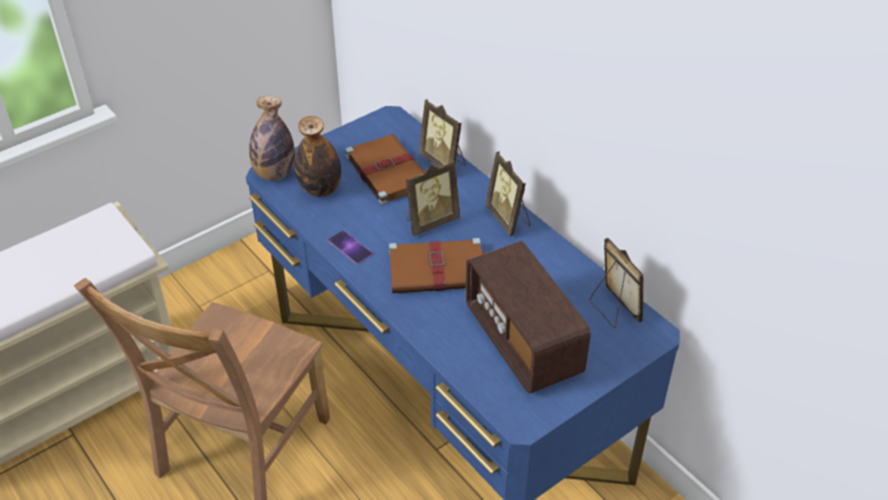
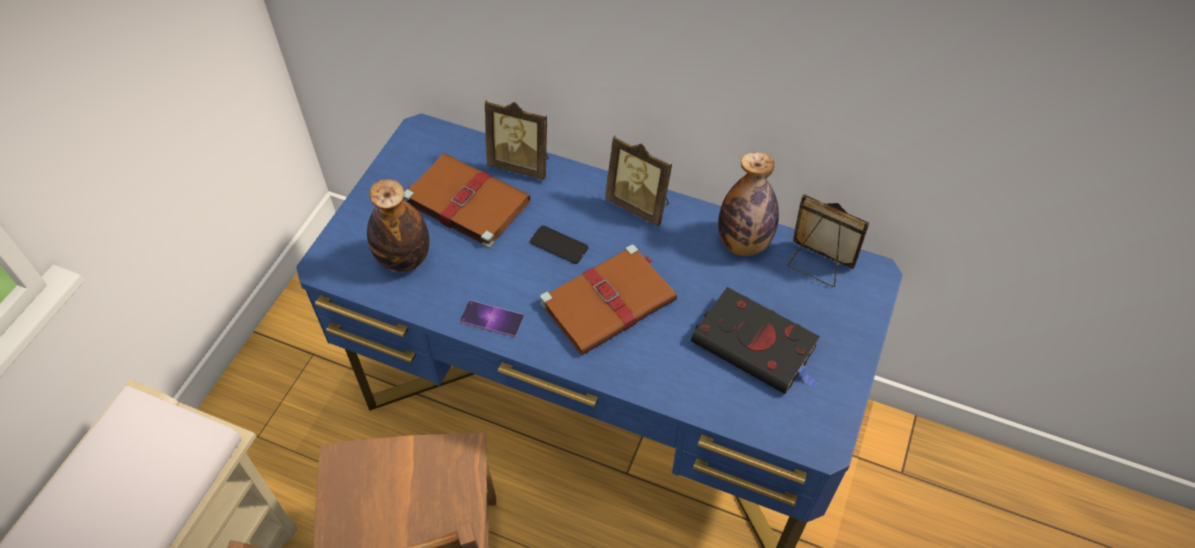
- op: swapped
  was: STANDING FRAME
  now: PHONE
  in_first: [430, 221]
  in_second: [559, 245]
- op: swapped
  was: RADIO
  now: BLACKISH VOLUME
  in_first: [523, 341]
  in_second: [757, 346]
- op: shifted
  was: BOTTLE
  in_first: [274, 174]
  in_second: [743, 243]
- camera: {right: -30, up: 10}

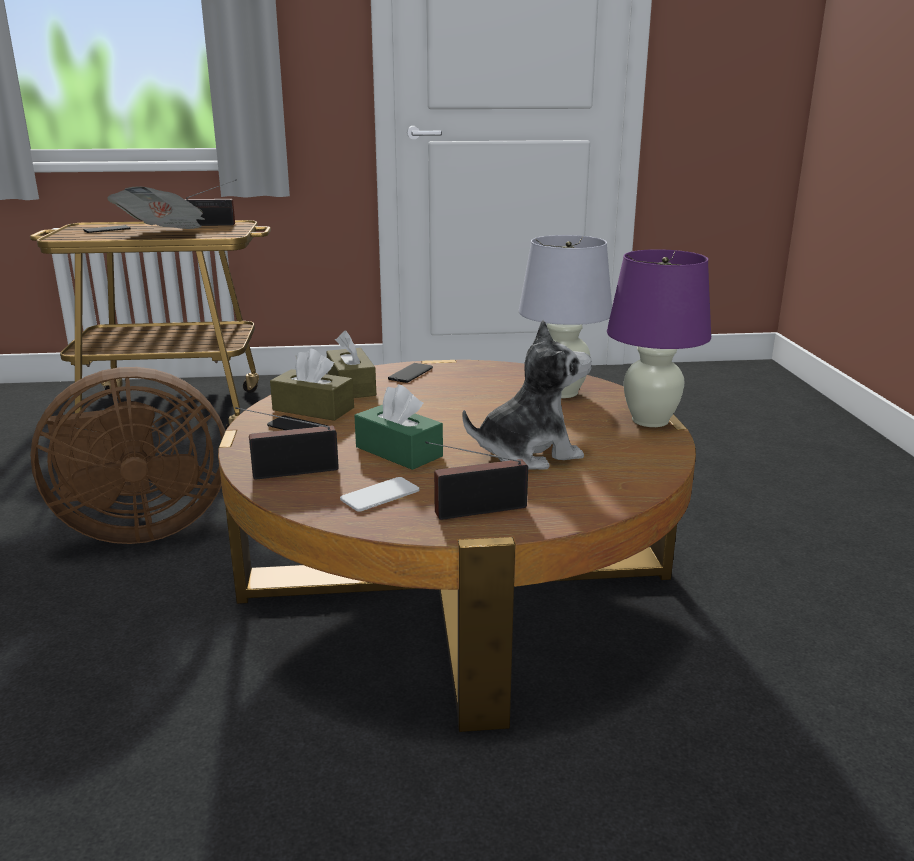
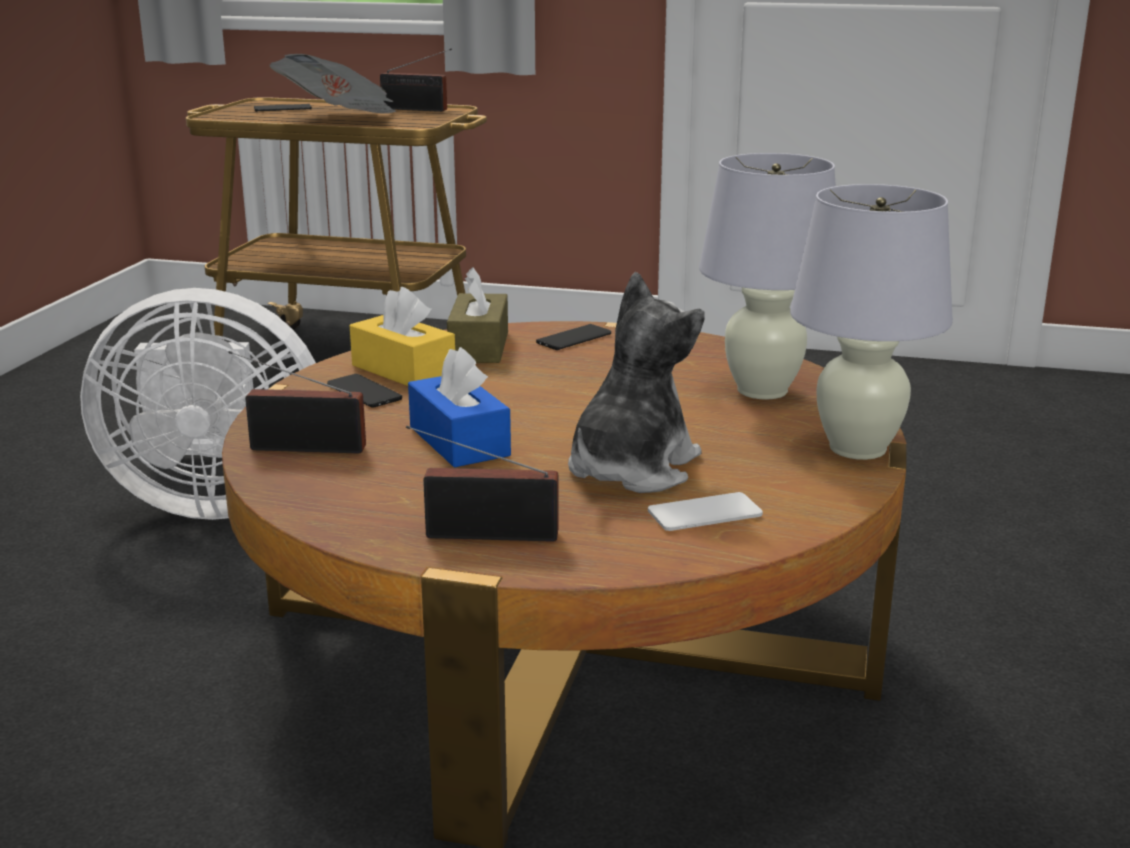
- op: repainted
  was: BROWNISH FAN
  now: WHITE-COLOURED FAN
  in_first: [138, 528]
  in_second: [216, 500]
- op: repainted
  was: BROWNISH TISSUE HOLDER
  now: YELLOWISH TISSUE HOLDER
  in_first: [313, 409]
  in_second: [403, 370]
- op: repainted
  was: GREEN TISSUE HOLDER
  now: BLUISH TISSUE HOLDER
  in_first: [399, 452]
  in_second: [459, 441]
- op: rotated
  was: PLUSH TOY
  in_first: [528, 453]
  in_second: [630, 469]
  clockwise: -60
- op: shifted
  was: PHONE
  in_first: [380, 495]
  in_second: [704, 514]
- op: repainted
  was: PURPLISH LAMP FOR A TABLE
  now: WHITE-COLOURED LAMP FOR A TABLE
  in_first: [649, 421]
  in_second: [856, 448]
- camera: {right: 20, up: 0}

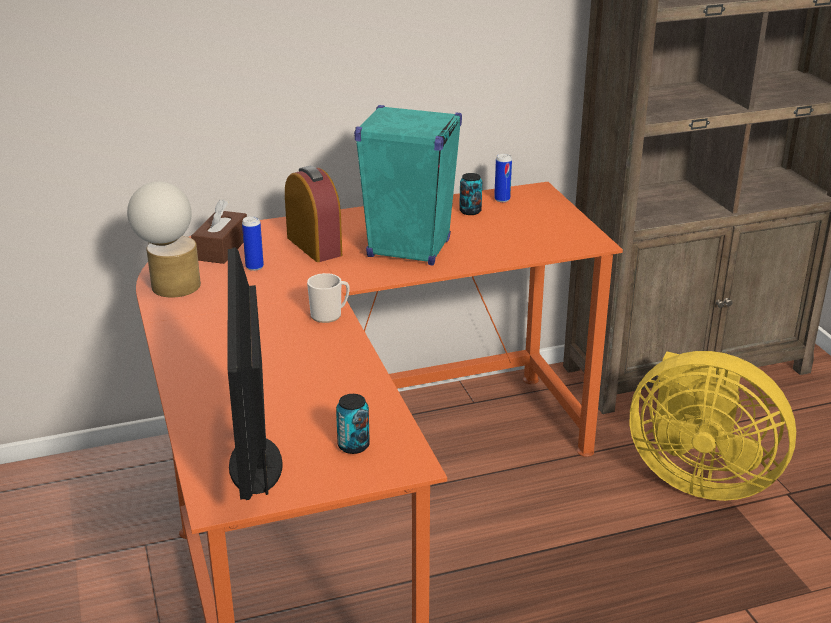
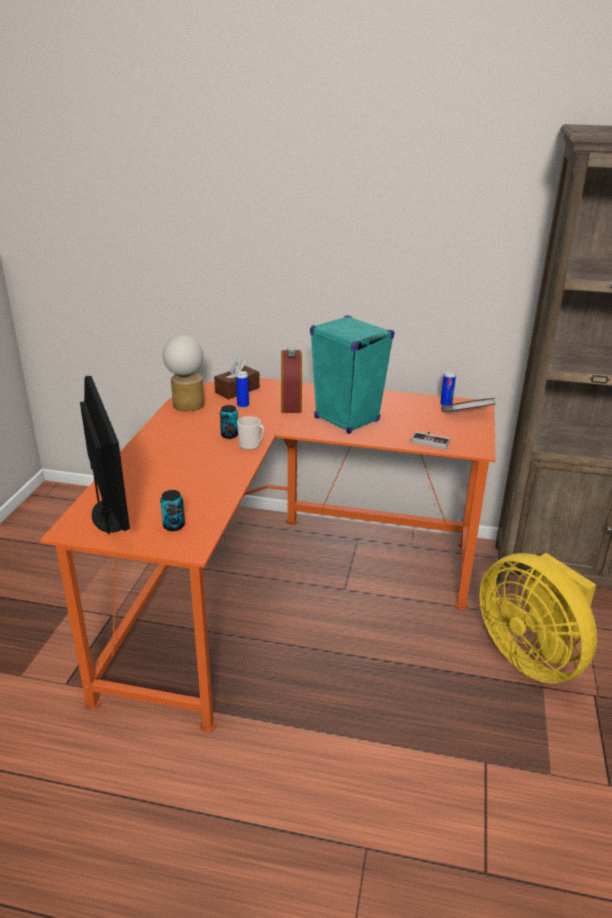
- op: rotated
  was: COMPUTER DISPLAY
  in_first: [254, 464]
  in_second: [111, 516]
  clockwise: 135
- op: shifted
  was: METAL CAN
  in_first: [470, 211]
  in_second: [229, 435]
- op: new
  now: GAMEPAD
  in_second: [431, 441]
- op: new
  now: VOLUME
  in_second: [466, 414]
- camera: {right: 30, up: 0}

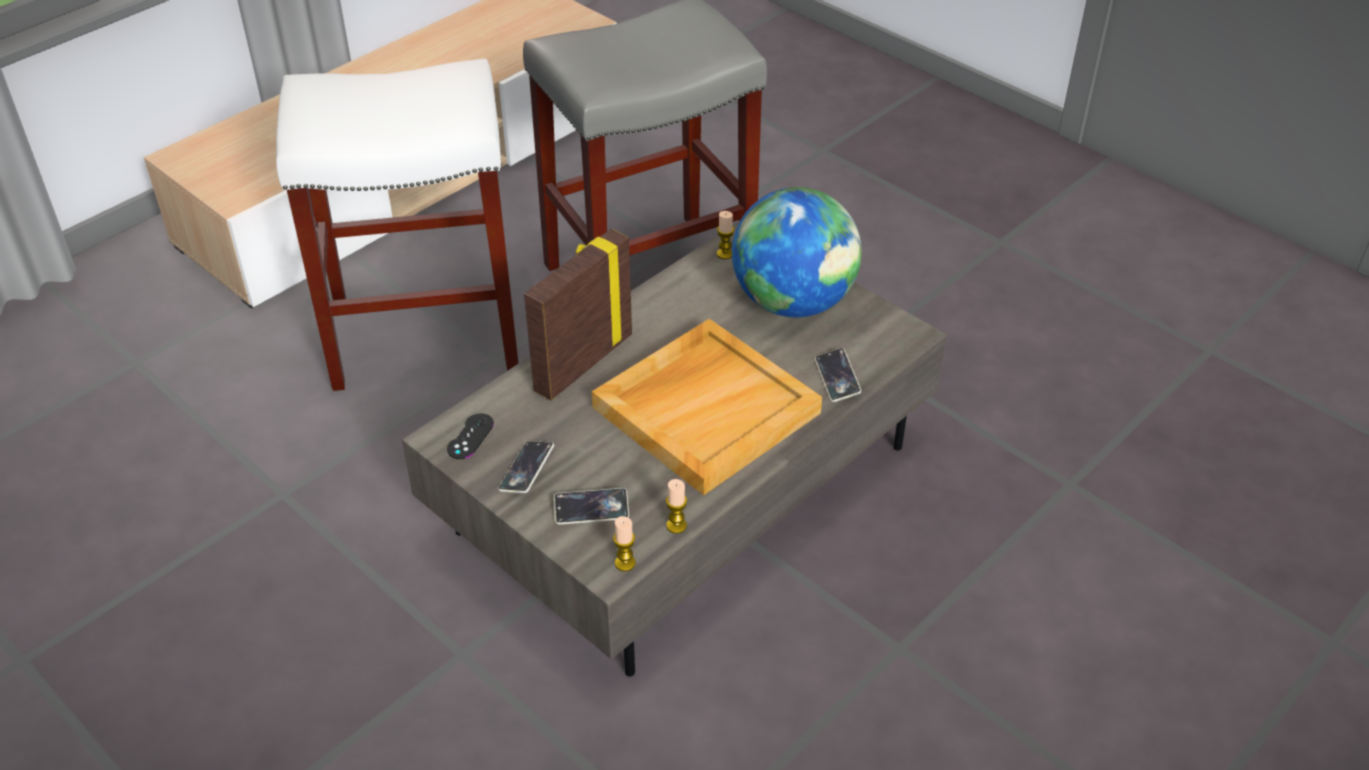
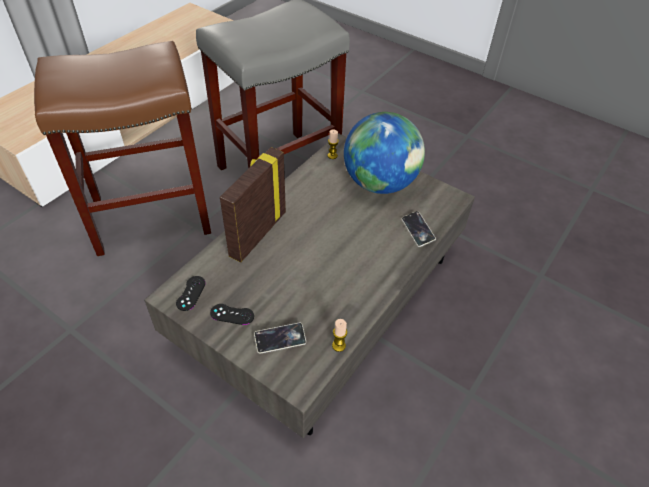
- op: repainted
  was: WHITE-COLOURED STOOL
  now: BROWNISH STOOL
  in_first: [427, 334]
  in_second: [153, 214]
- op: swapped
  was: PHONE
  now: BLACKISH GAMEPAD
  in_first: [526, 470]
  in_second: [232, 314]
- op: gone
  was: BEIGE TRAY
  in_first: [706, 408]
- op: gone
  was: CANDLE
  in_first: [625, 563]
- camera: {right: -10, up: 5}

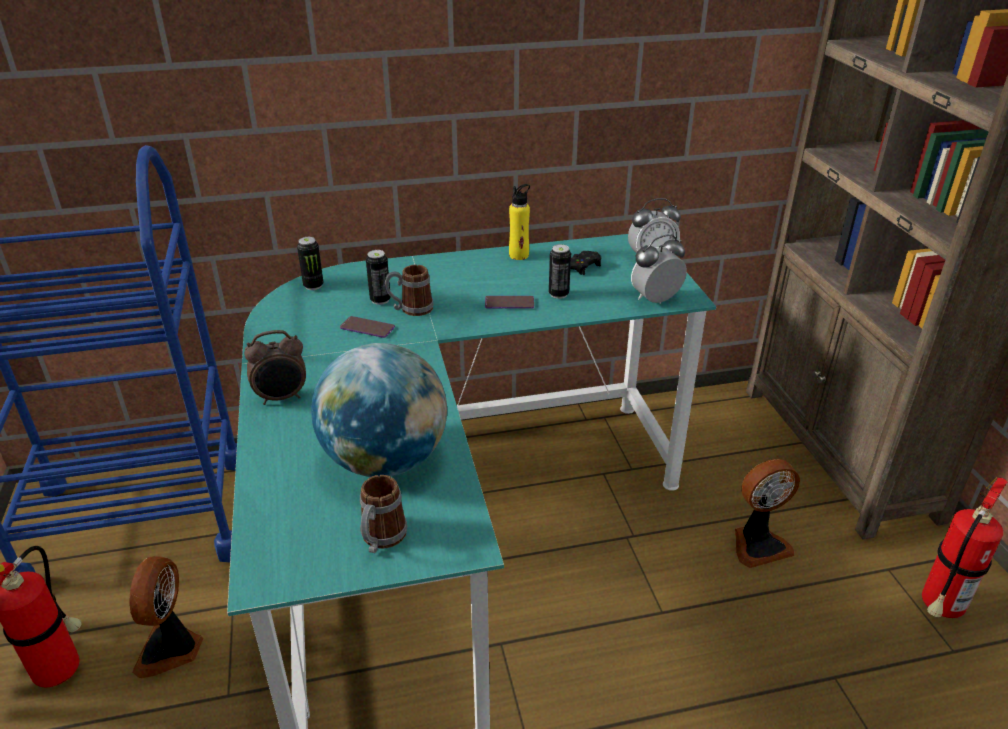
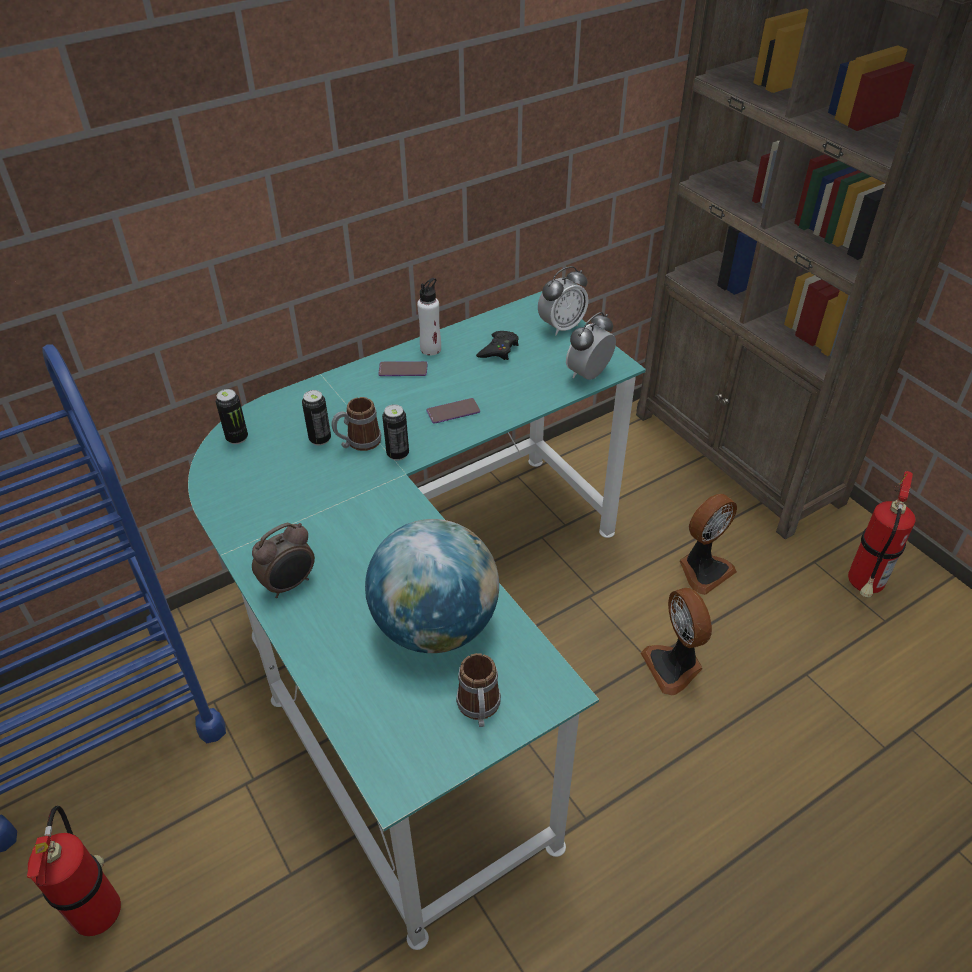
- op: shifted
  was: PHONE
  in_first: [367, 328]
  in_second: [403, 370]
- op: shifted
  was: METAL CAN
  in_first: [558, 294]
  in_second: [398, 454]
- op: repainted
  was: YELLOWISH BOTTLE
  now: WHITE-COLOURED BOTTLE
  in_first: [519, 255]
  in_second: [431, 349]
- op: shifted
  was: FAN
  in_first: [171, 649]
  in_second: [674, 666]
- camera: {right: -20, up: 10}

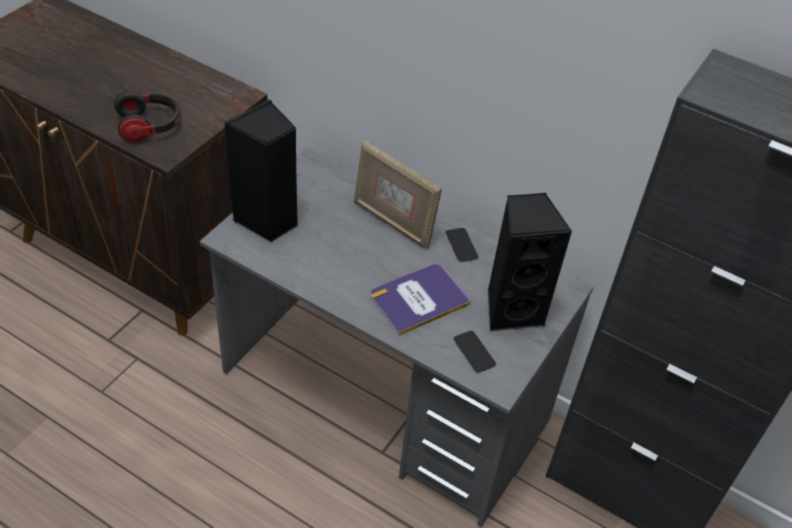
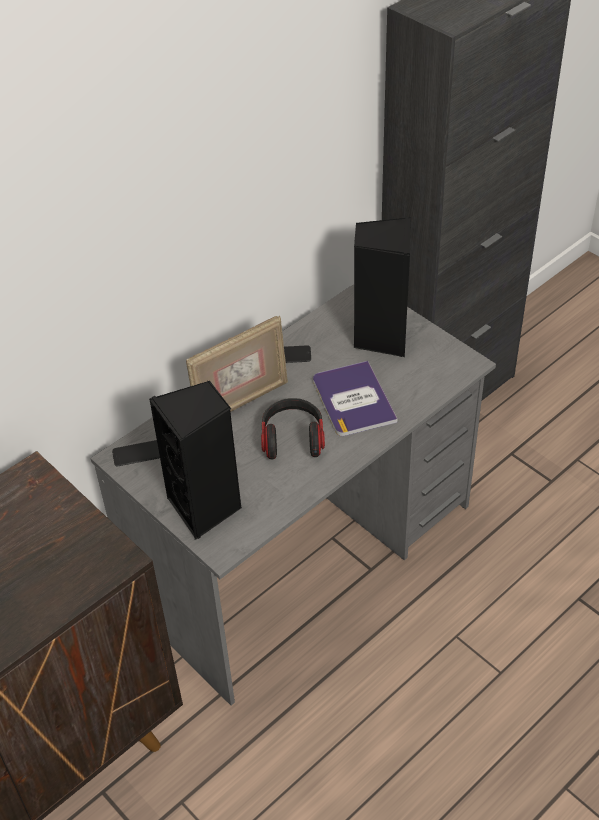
- op: shifted
  was: PHONE
  in_first: [474, 352]
  in_second: [138, 454]
- op: shifted
  was: HEADPHONES
  in_first: [150, 126]
  in_second: [292, 438]
- camera: {right: -70, up: 0}

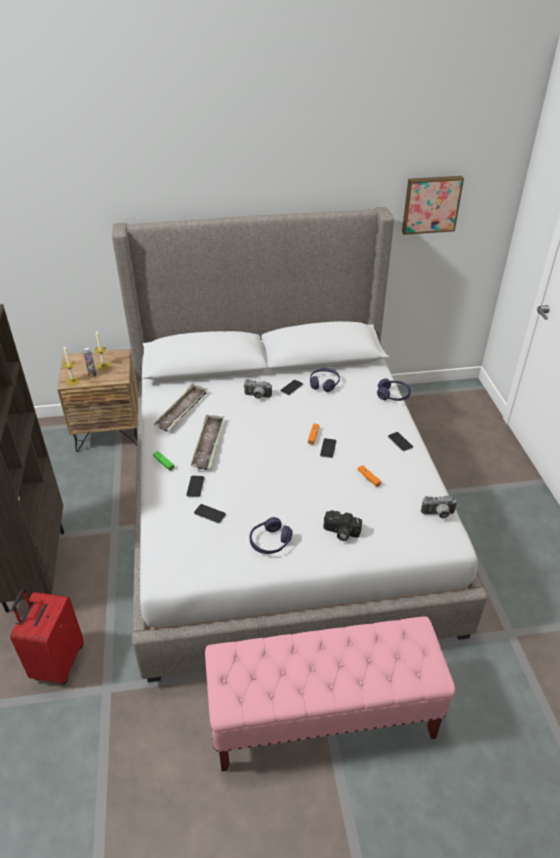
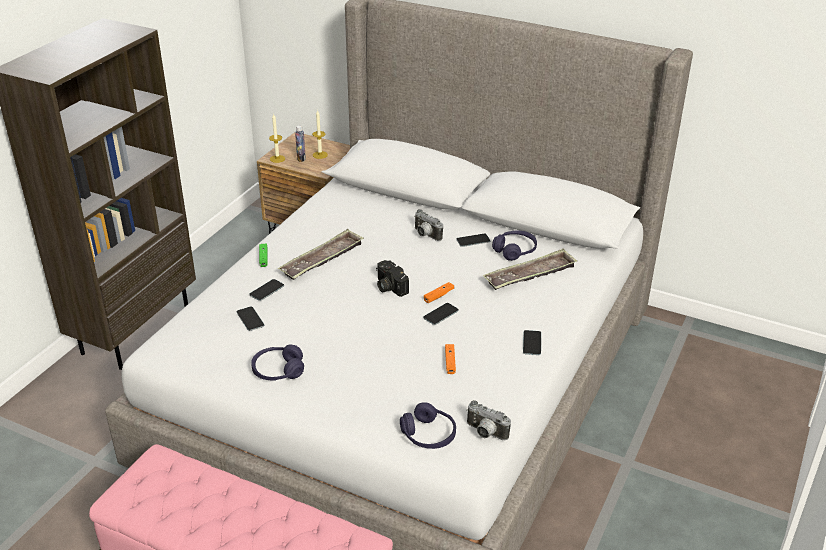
- op: shifted
  was: STILL CAMERA
  in_first: [340, 532]
  in_second: [388, 287]
- op: shifted
  was: PURPLISH HEADPHONES
  in_first: [393, 395]
  in_second: [428, 435]
- op: shifted
  was: TRAY
  in_first: [182, 411]
  in_second: [530, 275]
- op: gone
  was: RED PIECE OF LUGGAGE
  in_first: [57, 662]
- op: gone
  was: WALL ART
  in_first: [431, 204]
- camera: {right: 35, up: -5}

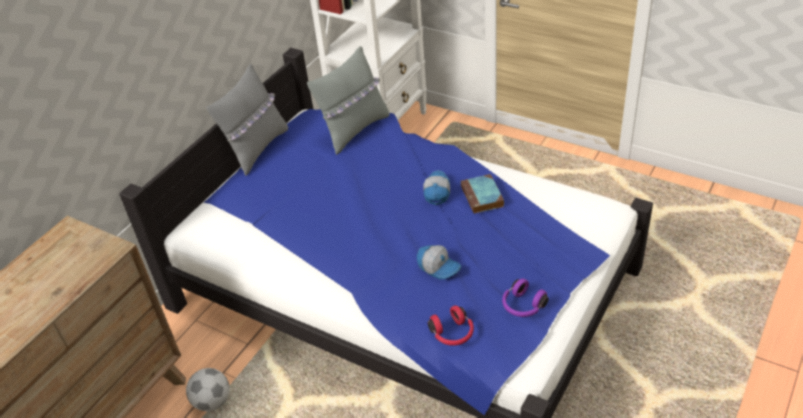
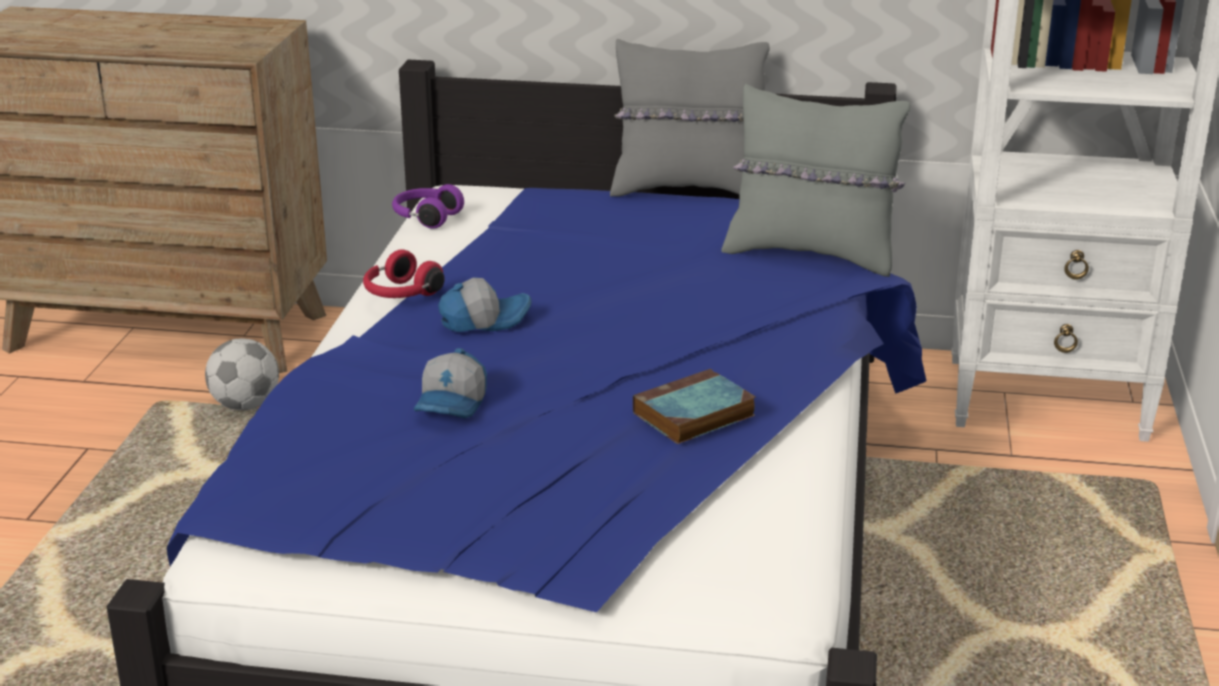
- op: shifted
  was: RED HEADPHONES
  in_first: [453, 334]
  in_second: [401, 294]
- op: shifted
  was: PURPLISH HEADPHONES
  in_first: [522, 306]
  in_second: [426, 218]
- op: shifted
  was: PEAKED CAP
  in_first: [436, 192]
  in_second: [484, 320]
- camera: {right: 65, up: -15}

